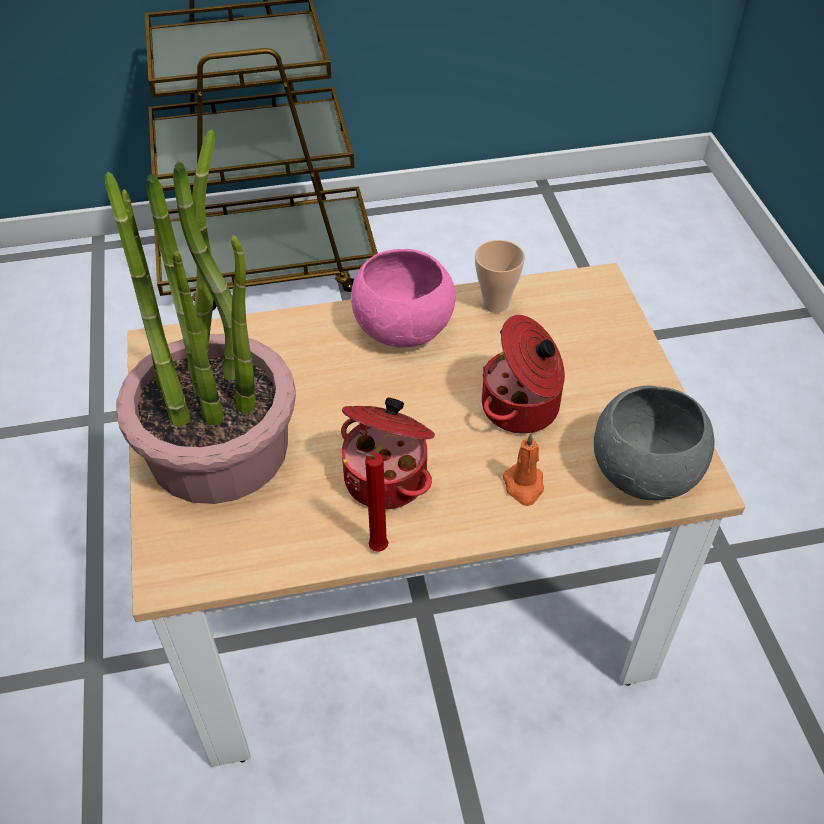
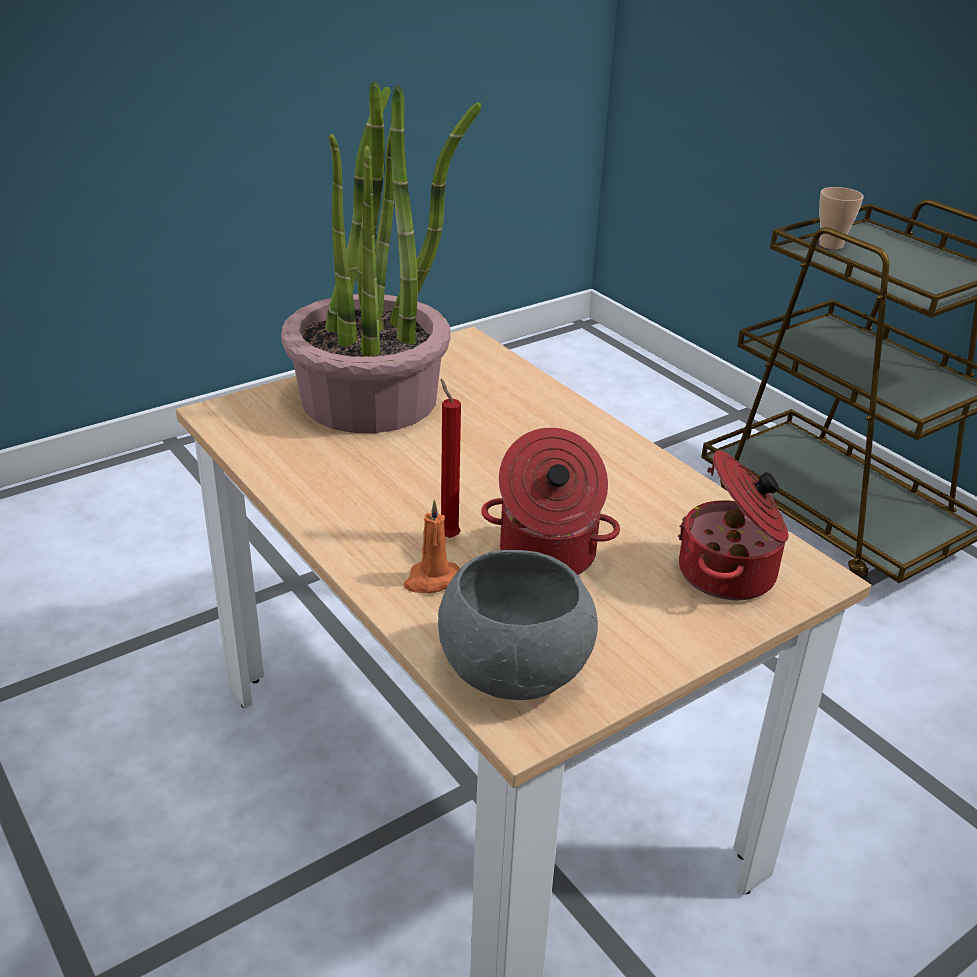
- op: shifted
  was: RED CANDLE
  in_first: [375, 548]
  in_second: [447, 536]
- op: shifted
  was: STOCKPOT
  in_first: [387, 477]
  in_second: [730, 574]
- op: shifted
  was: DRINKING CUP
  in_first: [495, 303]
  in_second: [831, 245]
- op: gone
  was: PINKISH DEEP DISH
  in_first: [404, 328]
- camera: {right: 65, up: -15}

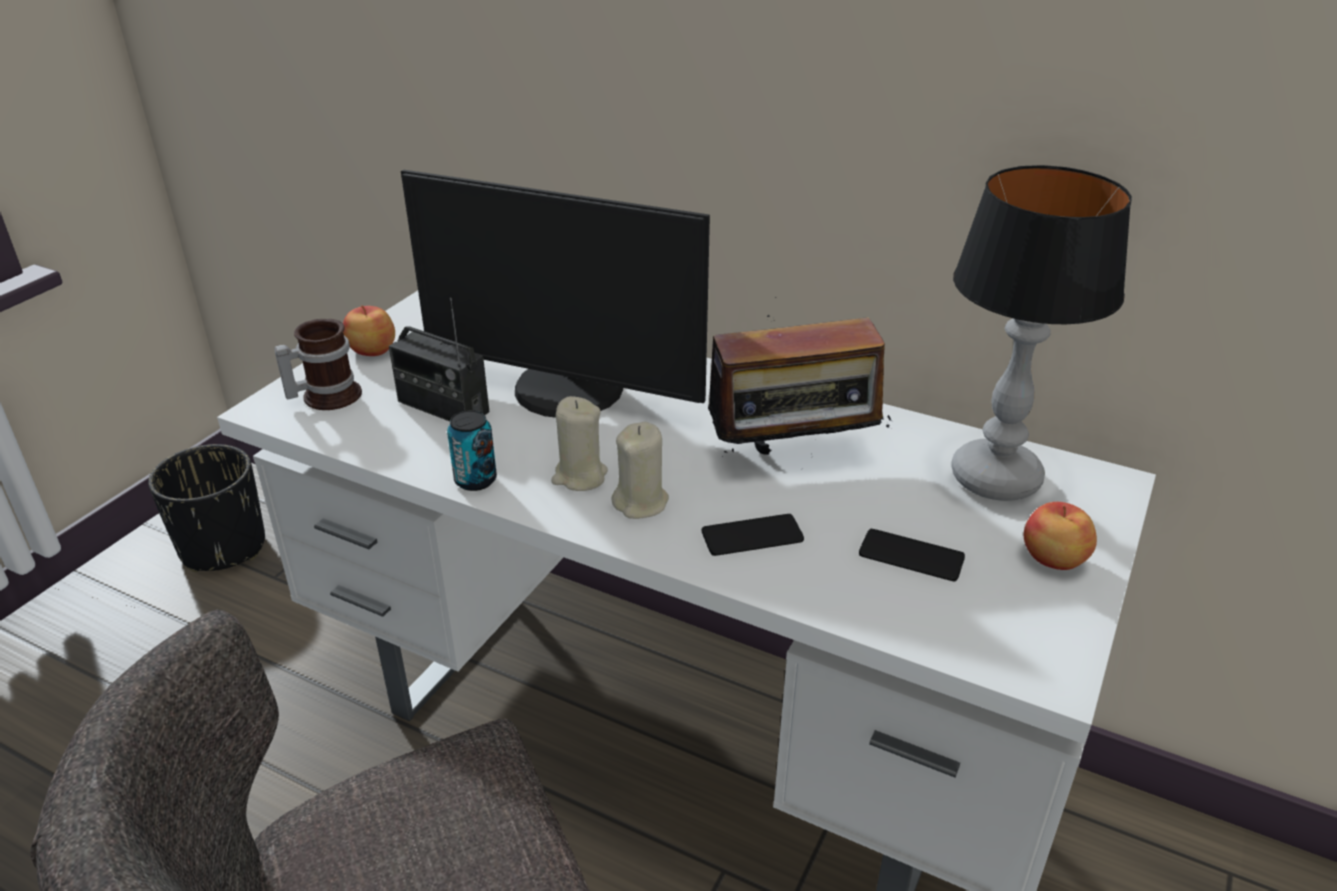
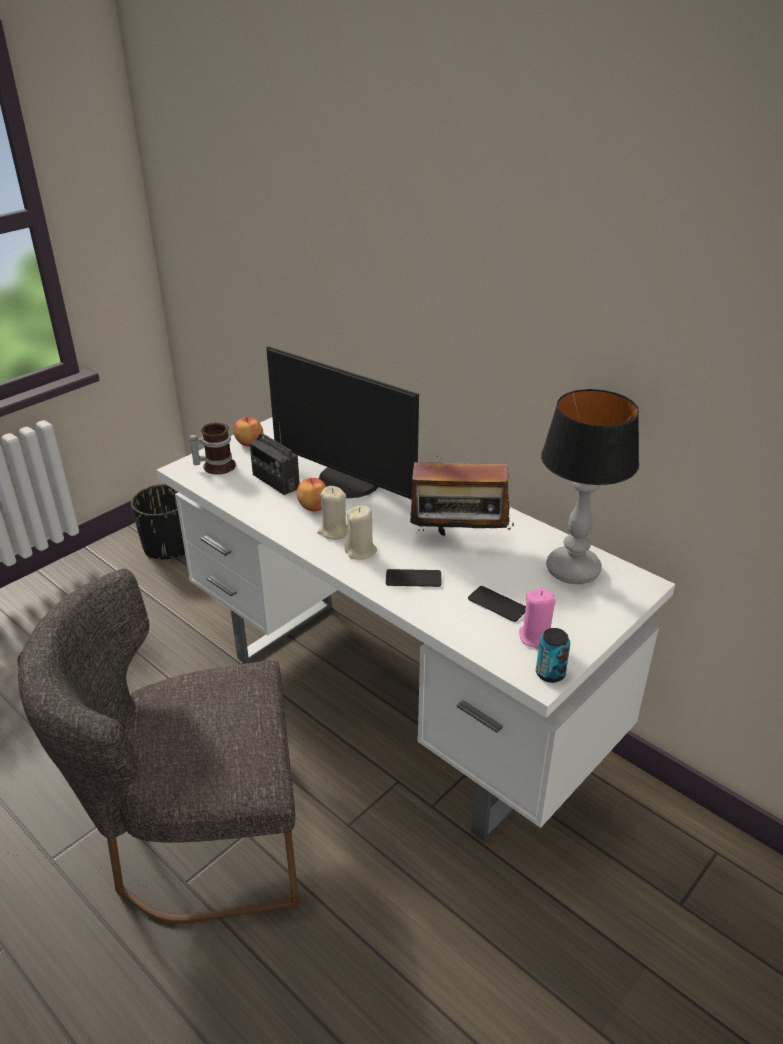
- op: shifted
  was: APPLE
  in_first: [1053, 560]
  in_second: [312, 507]
- op: new
  now: PINKISH CANDLE
  in_second: [536, 637]
- op: shifted
  was: METAL CAN
  in_first: [475, 480]
  in_second: [550, 673]
- camera: {right: 15, up: 0}

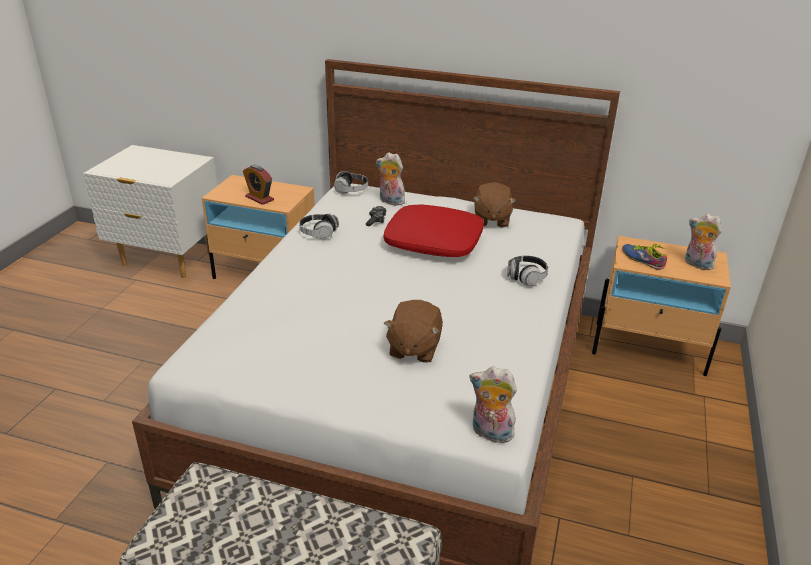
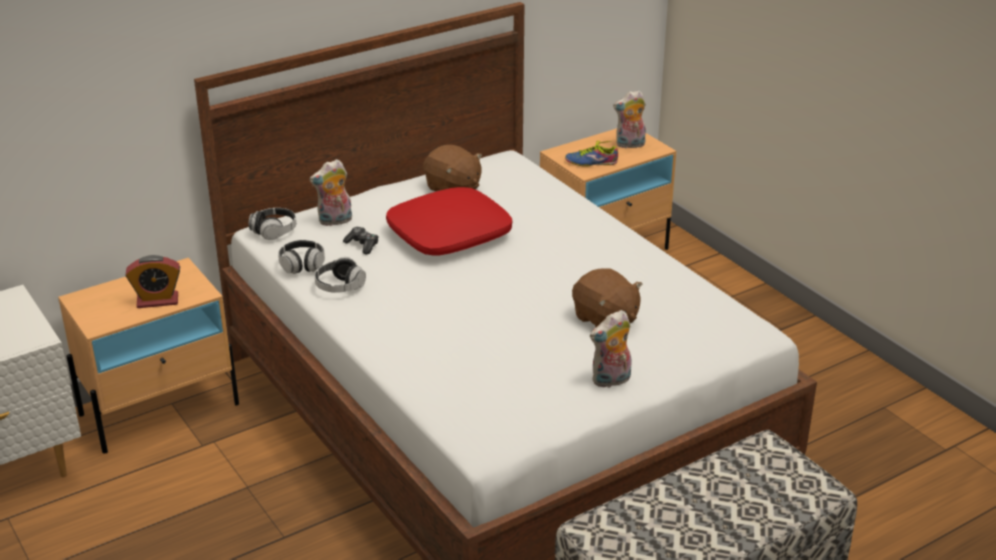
- op: shifted
  was: HEADPHONES
  in_first: [526, 277]
  in_second: [302, 265]
- op: shifted
  was: PLUSH TOY
  in_first: [490, 433]
  in_second: [611, 381]
- camera: {right: -50, up: 0}

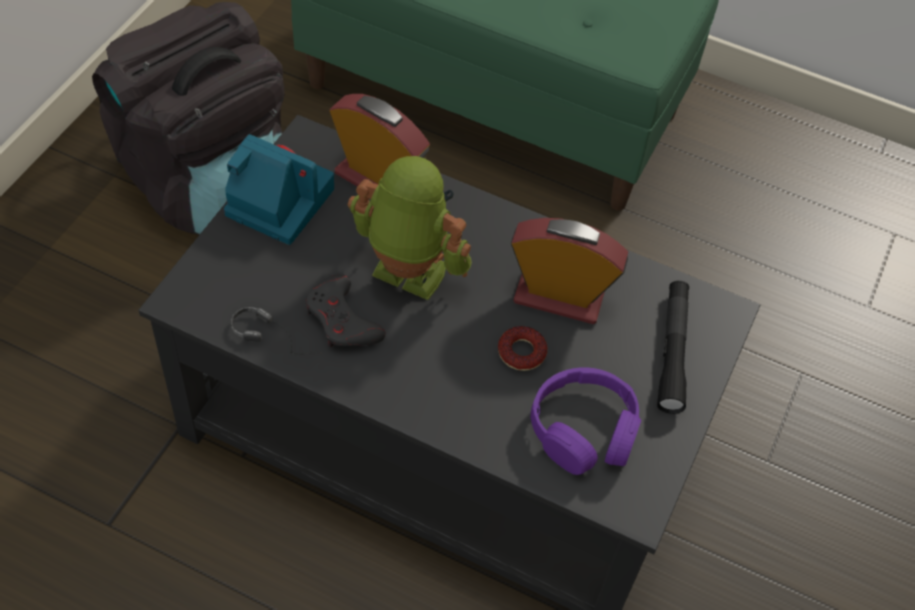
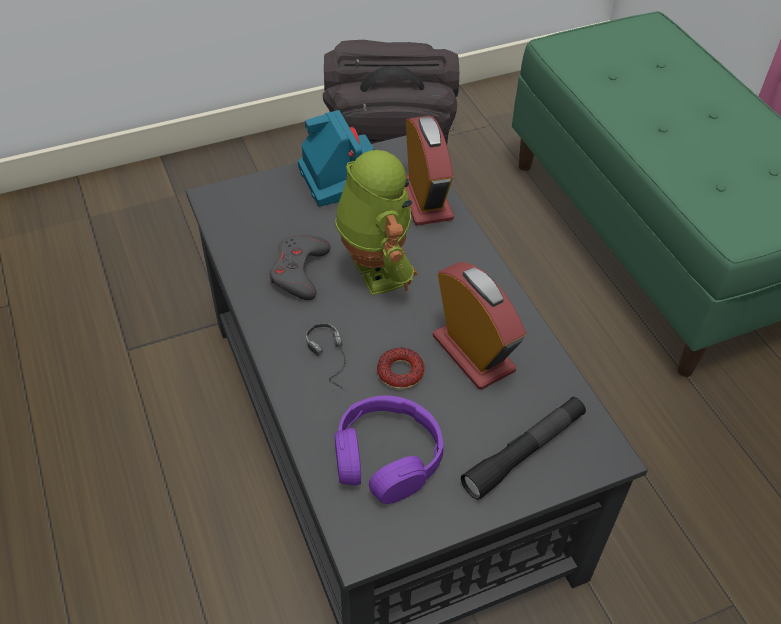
- op: shifted
  was: HEADPHONES
  in_first: [280, 338]
  in_second: [336, 364]
- camera: {right: 45, up: -5}

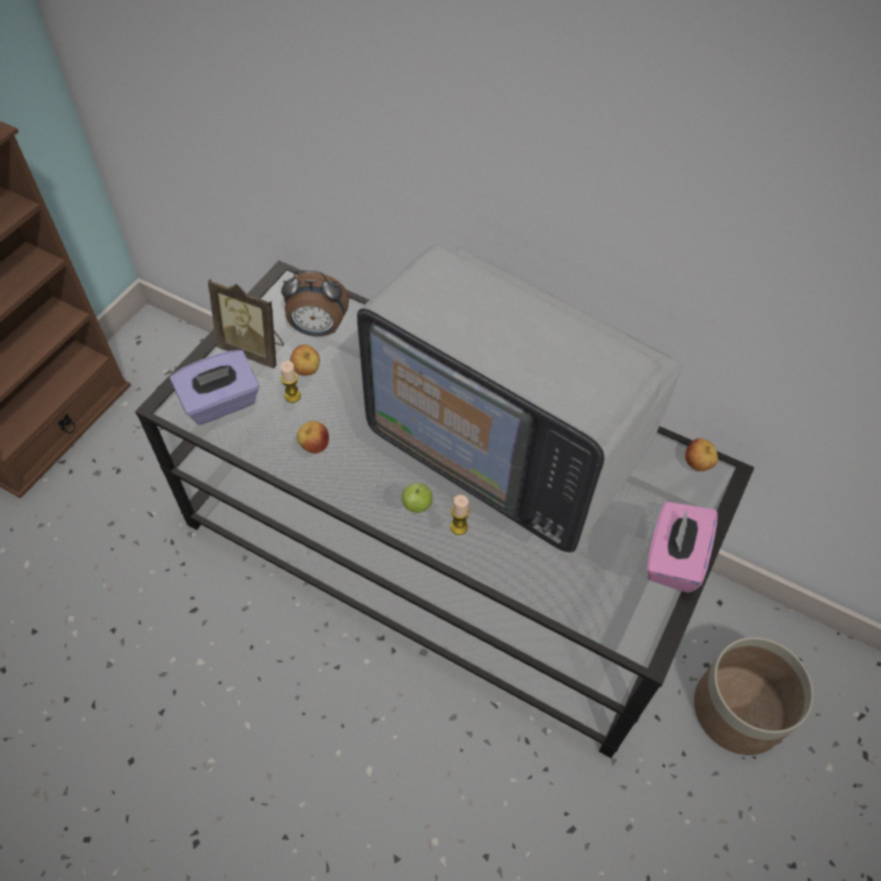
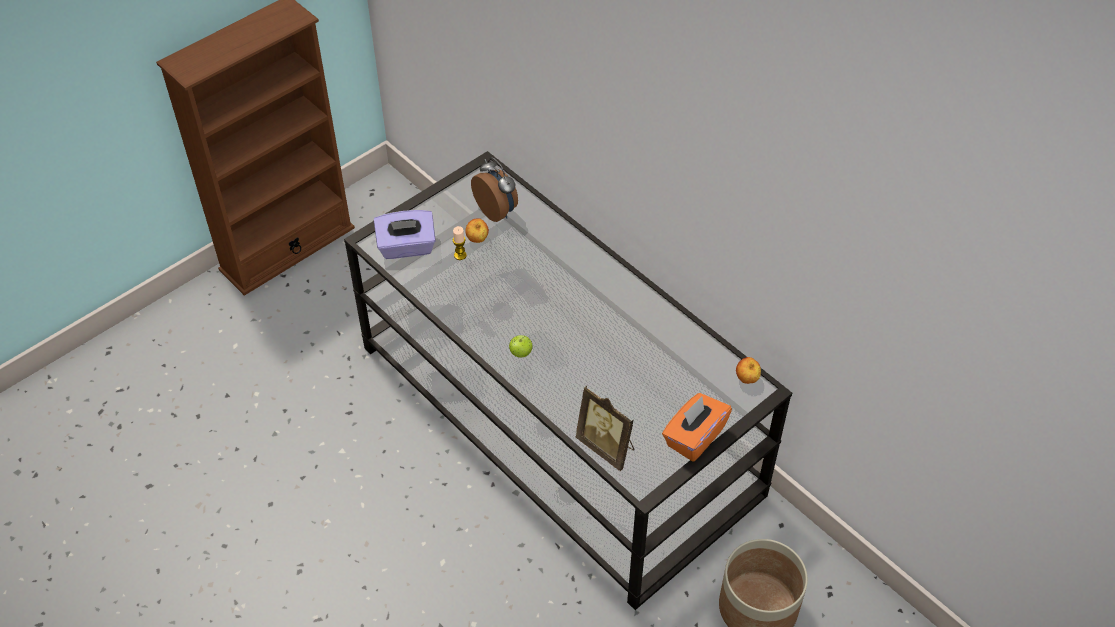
- op: rotated
  was: ALARM CLOCK
  in_first: [318, 329]
  in_second: [497, 211]
  clockwise: -150
- op: shifted
  was: STANDING FRAME
  in_first: [254, 349]
  in_second: [607, 447]
- op: repainted
  was: PINKISH TISSUE HOLDER
  now: ORANGE-COLOURED TISSUE HOLDER
  in_first: [673, 558]
  in_second: [694, 437]
- op: gone
  was: APPLE
  in_first: [314, 446]
- op: gone
  was: TV
  in_first: [507, 444]
- op: gone
  was: CANDLE
  in_first: [459, 527]
- camera: {right: 20, up: -5}

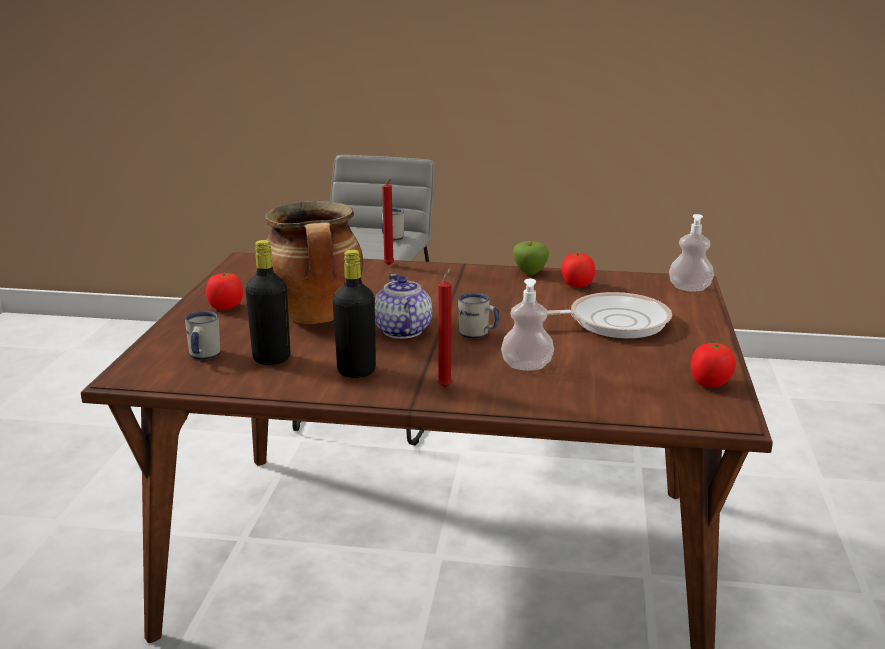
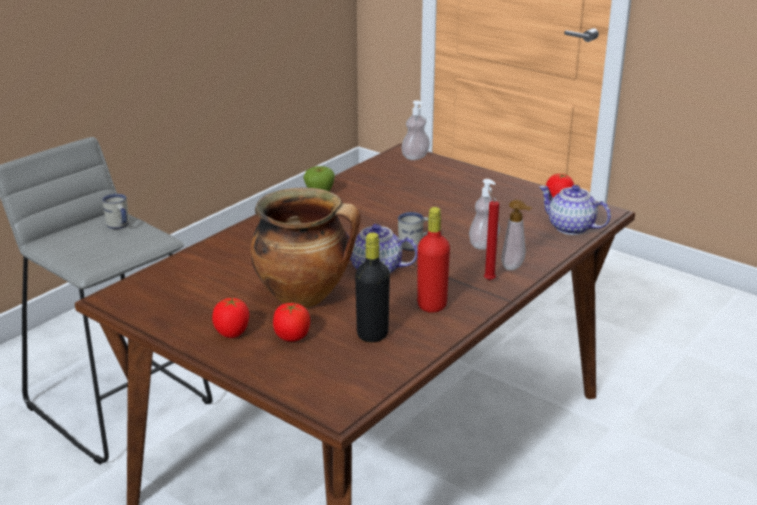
- op: shifted
  was: FRESH TOMATO
  in_first: [576, 285]
  in_second: [292, 337]
- op: repainted
  was: BLACKISH BOTTLE
  now: RED BOTTLE
  in_first: [356, 371]
  in_second: [432, 305]
- op: new
  now: SOAP DISPENSER
  in_second: [514, 267]
- op: new
  now: TEA POT
  in_second: [571, 228]
- op: gone
  was: WHITE-COLOURED COFFEE MUG
  in_first: [203, 356]
- op: gone
  was: RED CANDLE
  in_first: [389, 265]
- op: gone
  was: FRYING PAN
  in_first: [612, 322]
- camera: {right: -60, up: 5}

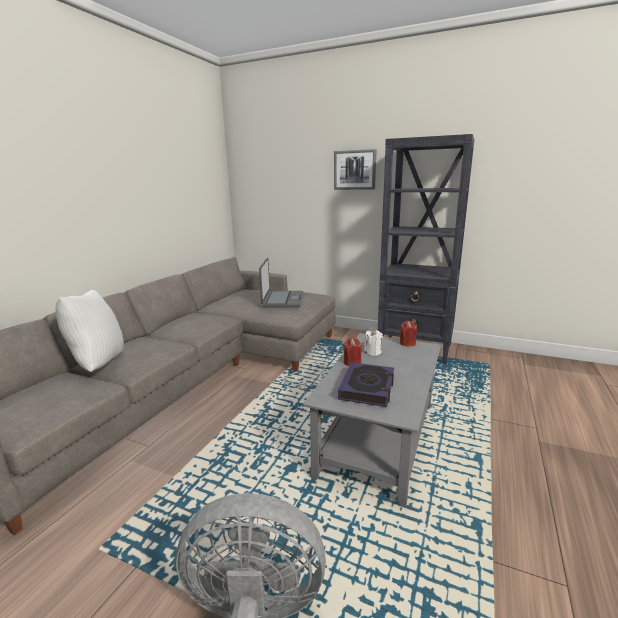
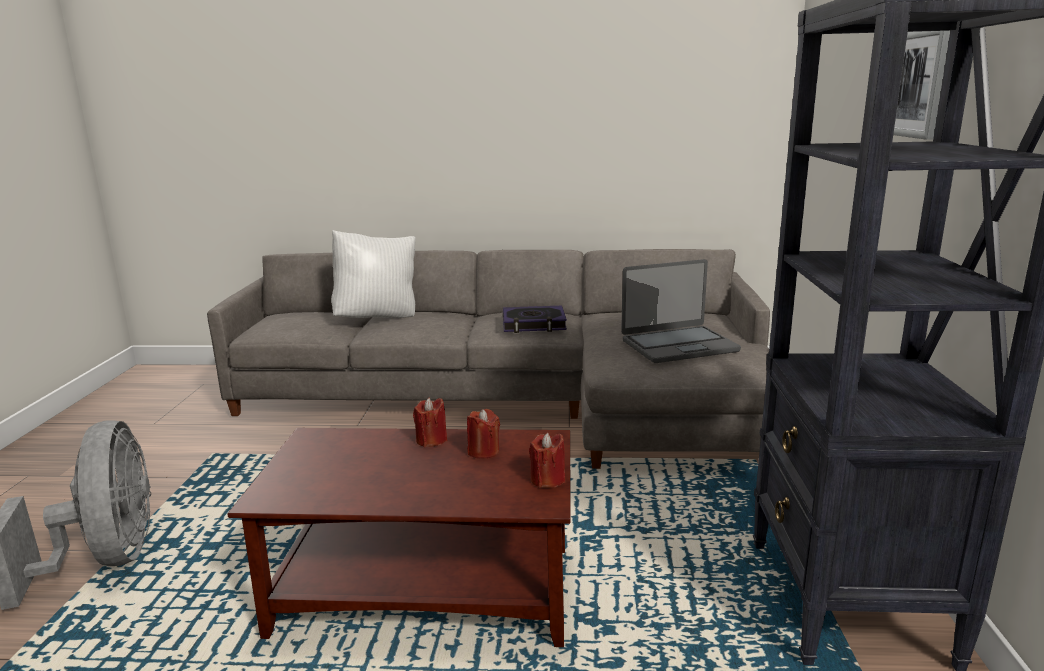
- op: repainted
  was: GREY LOUNGE TABLE
  now: BROWNISH LOUNGE TABLE
  in_first: [378, 437]
  in_second: [428, 590]
- op: repainted
  was: WHITE-COLOURED CANDLE
  now: RED CANDLE
  in_first: [373, 352]
  in_second: [483, 451]
- op: shifted
  was: VOLUME
  in_first: [367, 388]
  in_second: [533, 324]
- camera: {right: 70, up: 0}

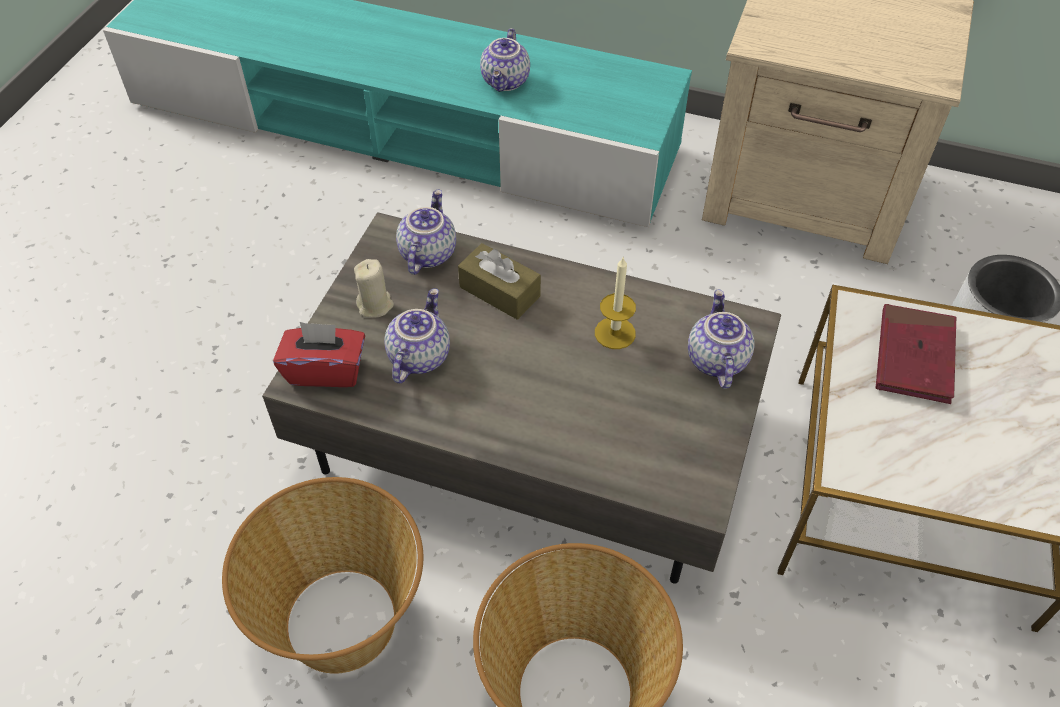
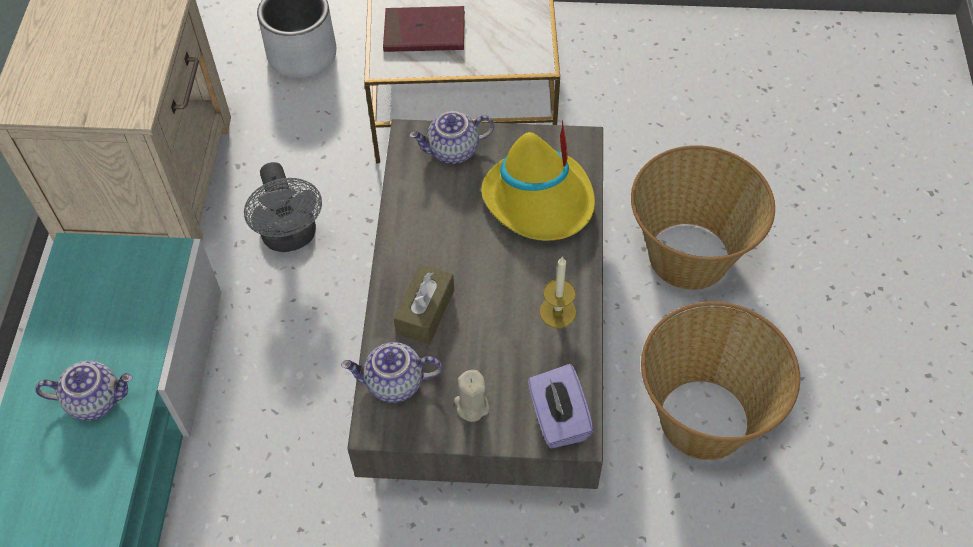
- op: new
  now: GREY FAN
  in_second: [291, 238]
- op: new
  now: YELLOWISH WEARABLE HAT
  in_second: [540, 200]
- op: repainted
  was: RED TISSUE HOLDER
  now: PURPLISH TISSUE HOLDER
  in_first: [326, 370]
  in_second: [558, 419]
- op: shifted
  was: CANDLE
  in_first: [615, 333]
  in_second: [557, 312]
- op: gone
  was: TEA POT
  in_first: [418, 356]
- camera: {right: -105, up: 5}

